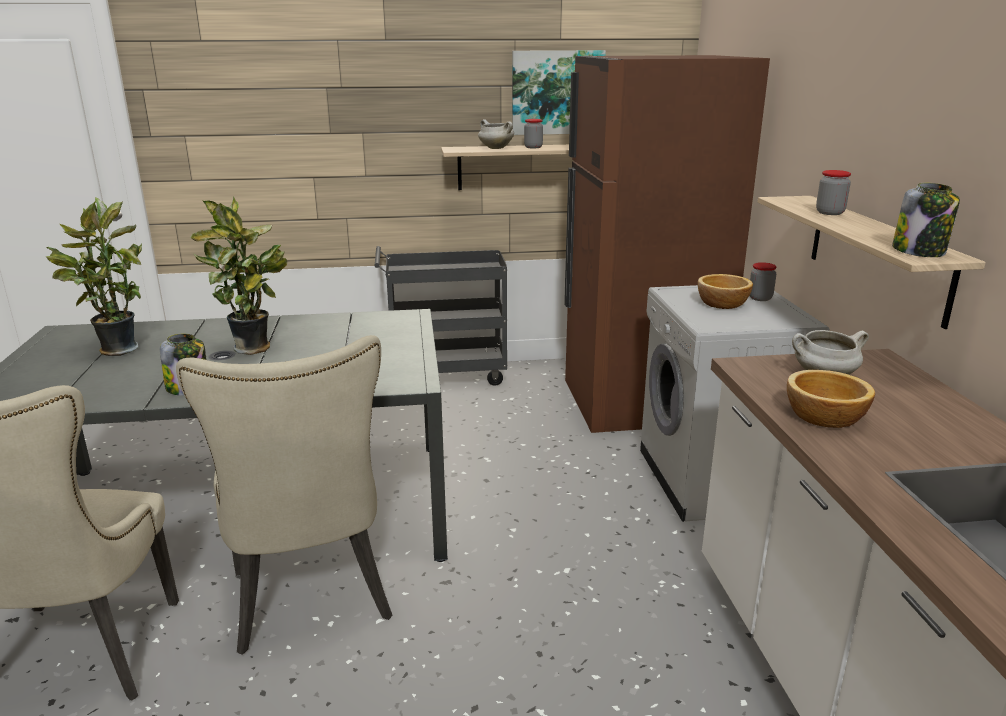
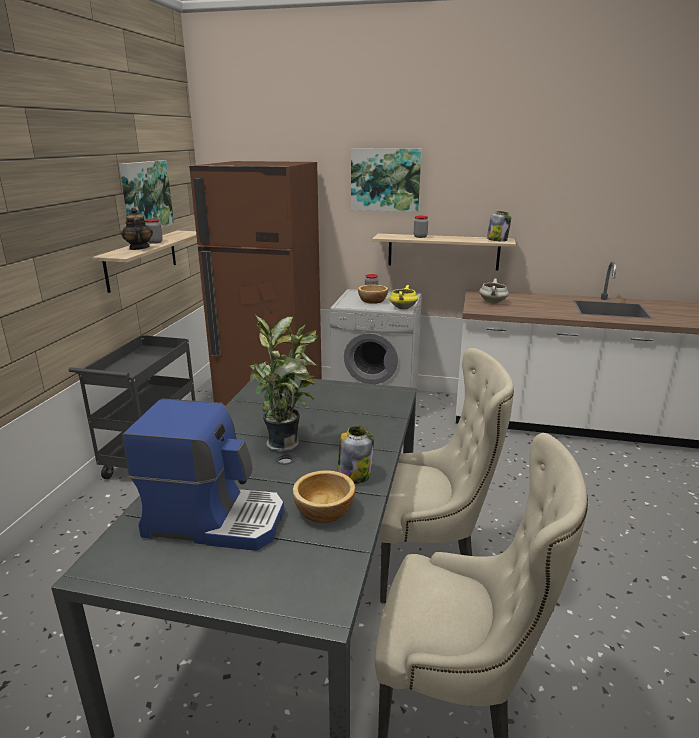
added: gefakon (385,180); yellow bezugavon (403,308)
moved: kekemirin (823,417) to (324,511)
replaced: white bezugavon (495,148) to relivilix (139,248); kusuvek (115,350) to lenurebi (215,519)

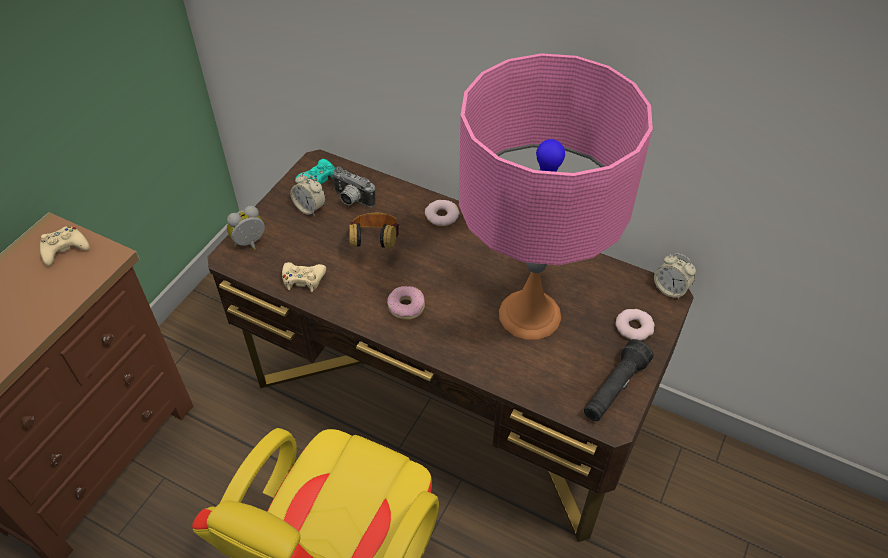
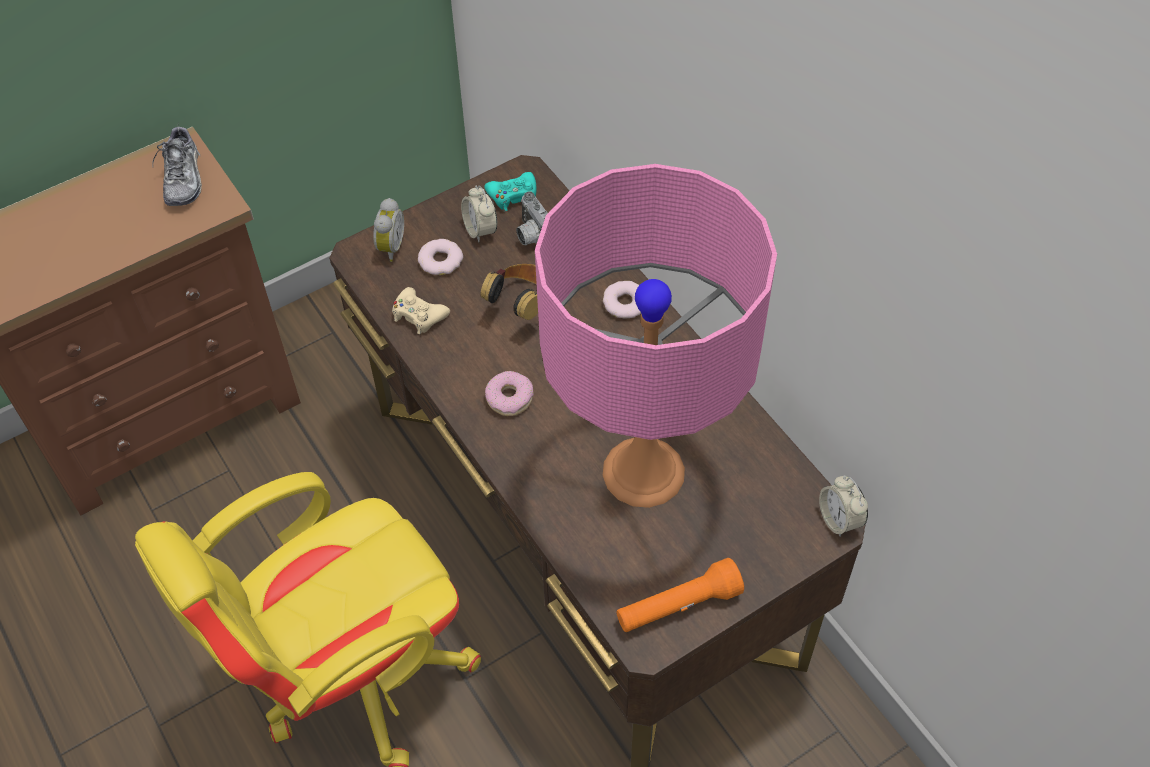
moved: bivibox (634,327) to (441,260)
replaced: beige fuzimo (65,249) to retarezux (184,178)
recoloured: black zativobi (614,389) to orange zativobi (678,606)
turned: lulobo (250,244) = (389,247) 105 degrees clockwise

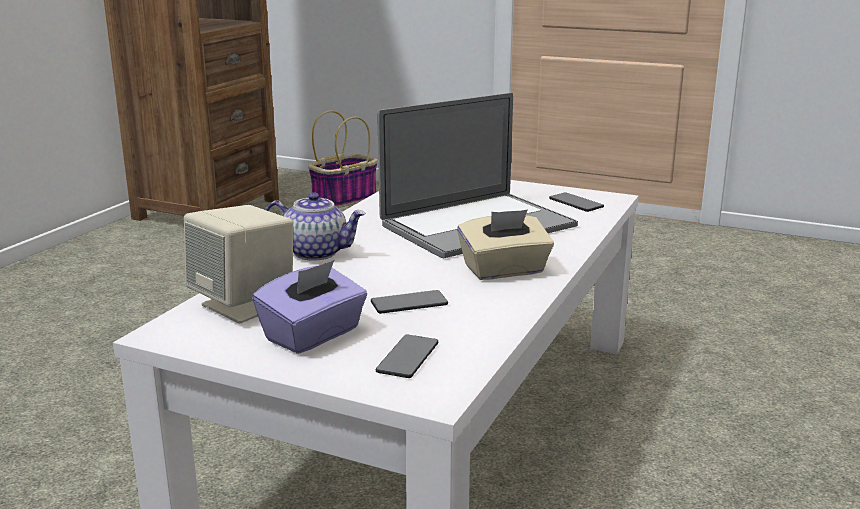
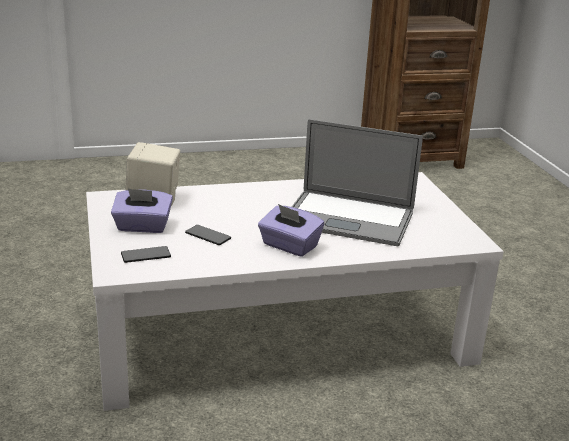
removed: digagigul (344,199); relivilix (316,252); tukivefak (576,203)
recoloured: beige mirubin (504,270) to purple mirubin (289,246)

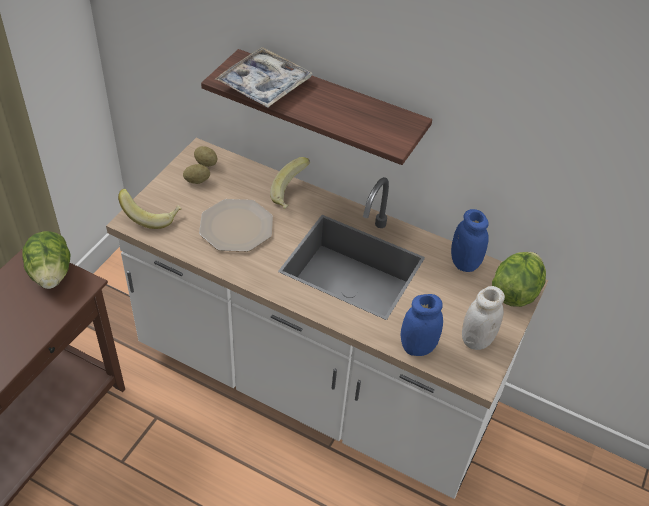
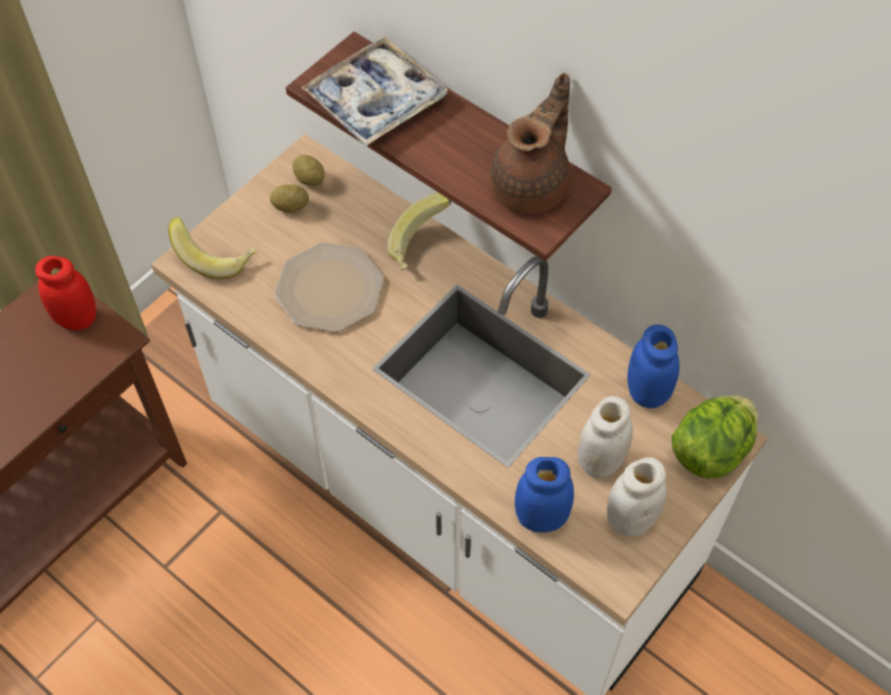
added: brown relivilix (532,186); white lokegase (600,461)
replaced: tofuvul (51,274) to red lokegase (77,319)

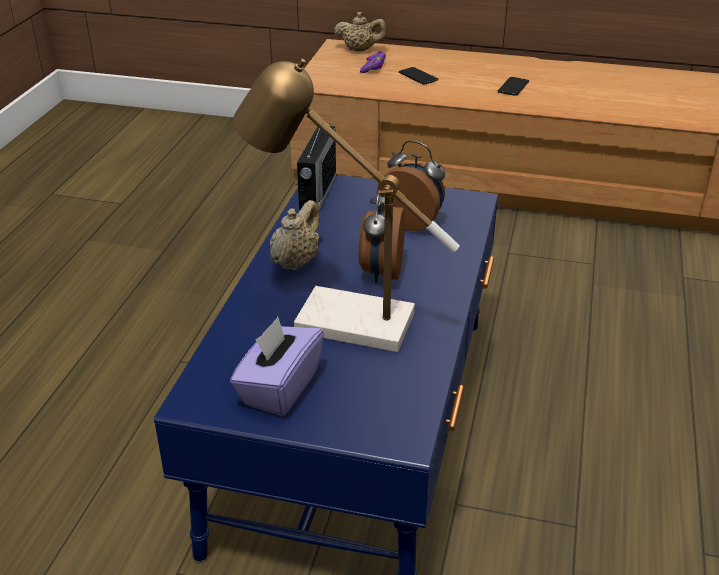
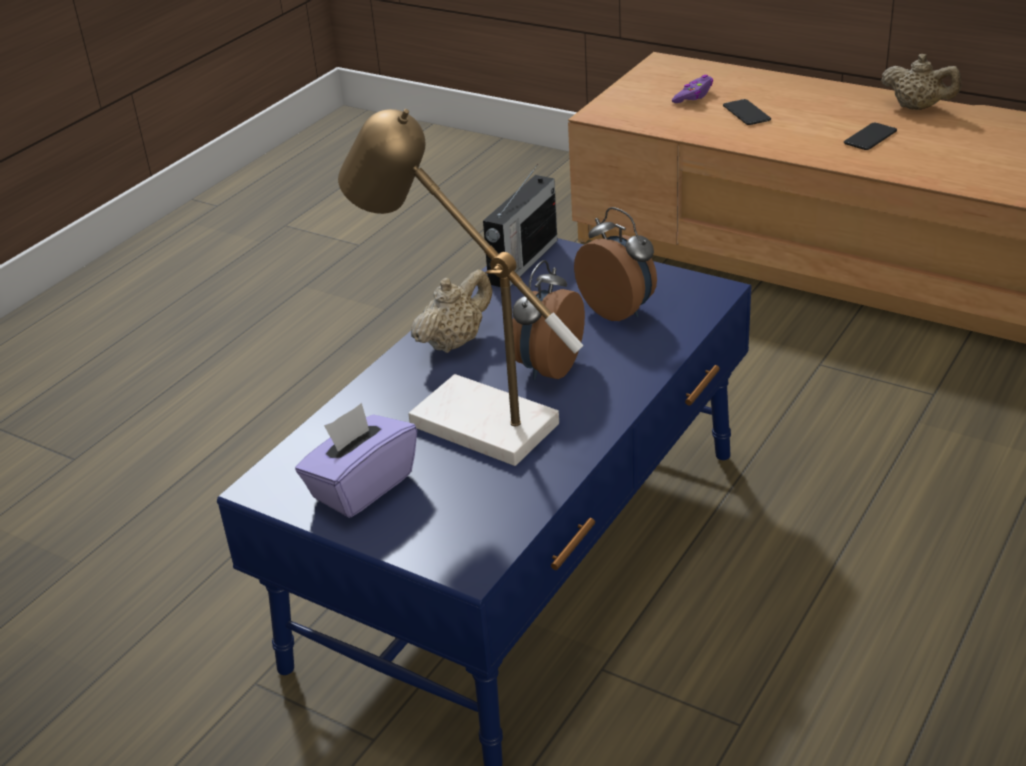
moved: beige relivilix (360,50) to (917,107)

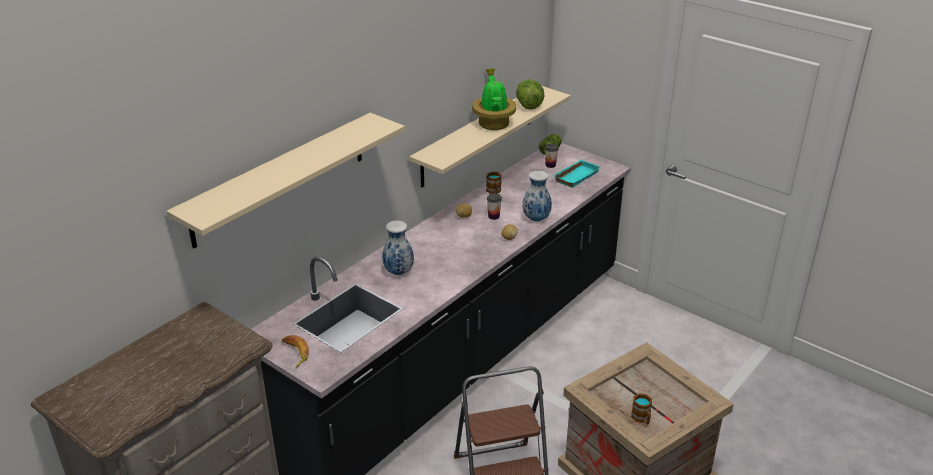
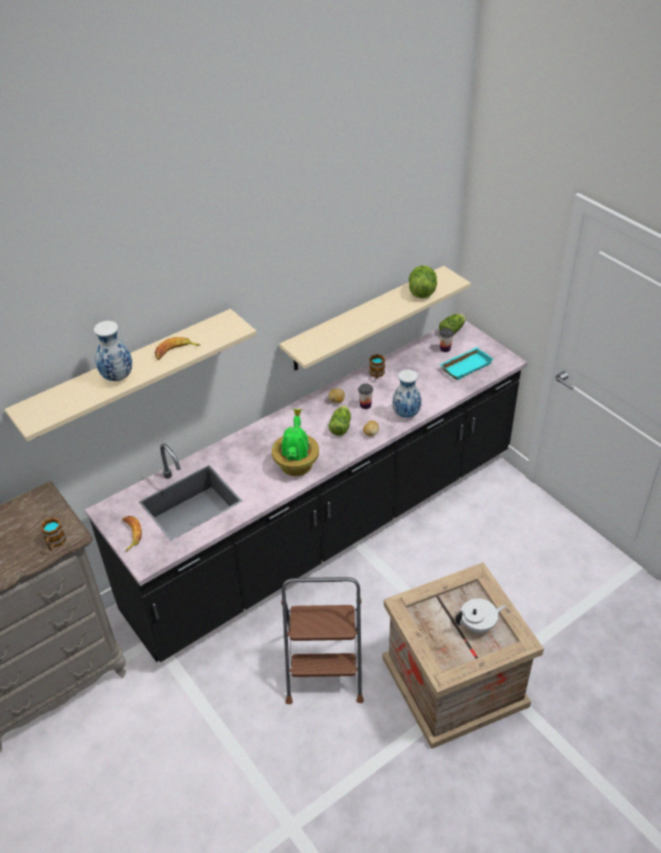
added: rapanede (175,351); tofuvul (341,426); white relivilix (478,625)
moved: kusuvek (493,123) to (296,464); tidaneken (398,272) to (117,377); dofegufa (642,418) to (54,543)

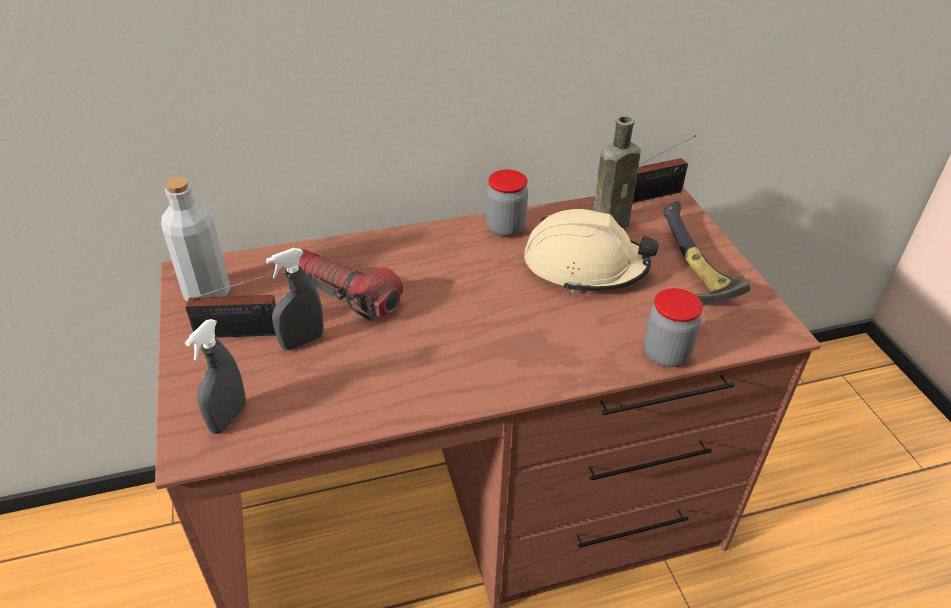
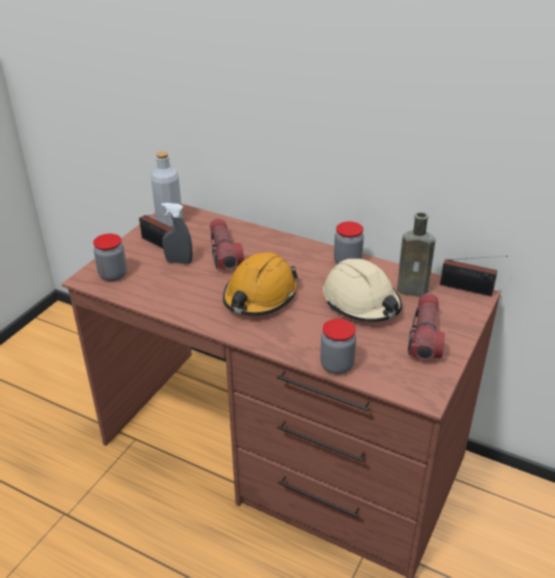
added: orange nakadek (260,296)
replaced: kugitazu (689,266) to zativobi (425,335); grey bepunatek (228,418) to lokegase (113,275)

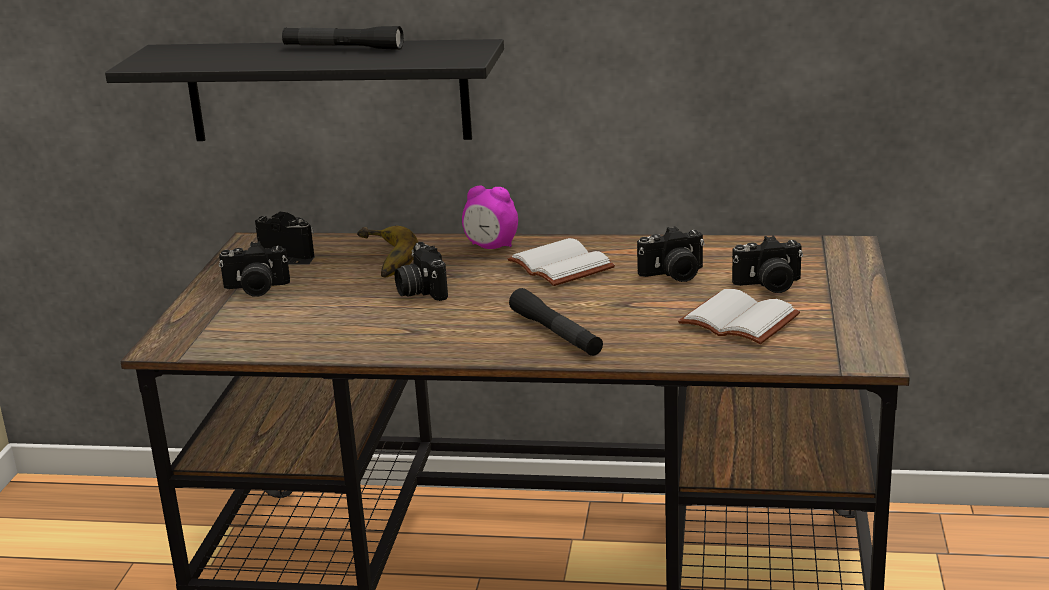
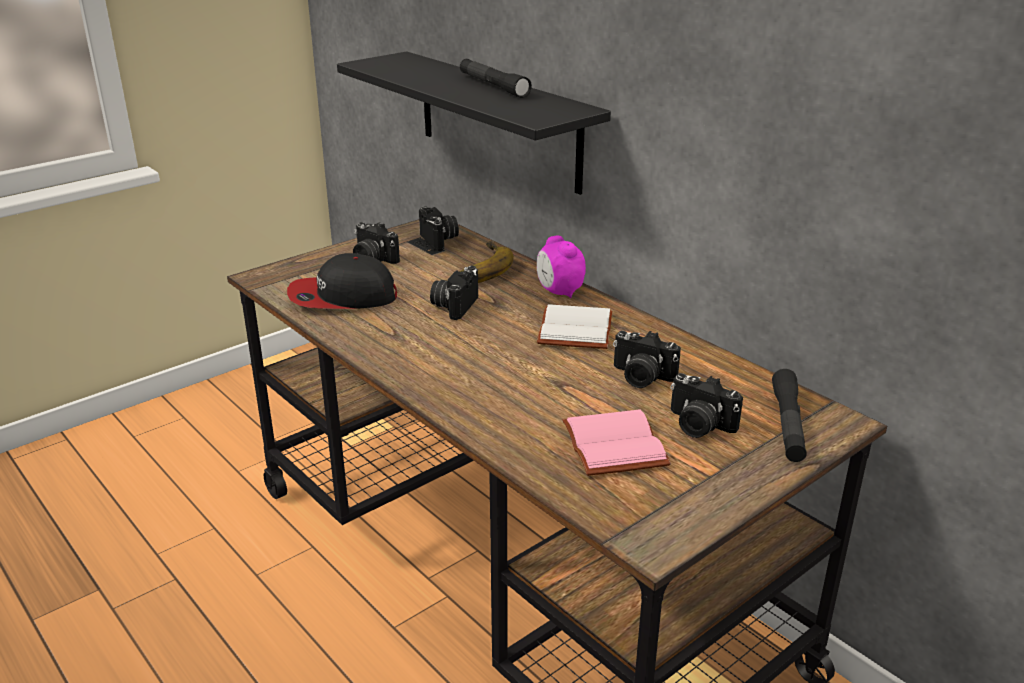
added: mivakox (342,297)
moved: black zativobi (556,333) to (788,424)
recoloured: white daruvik (736,321) to pink daruvik (611,444)

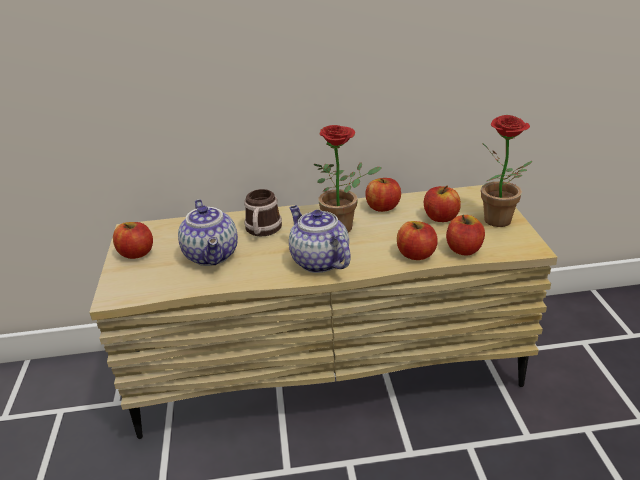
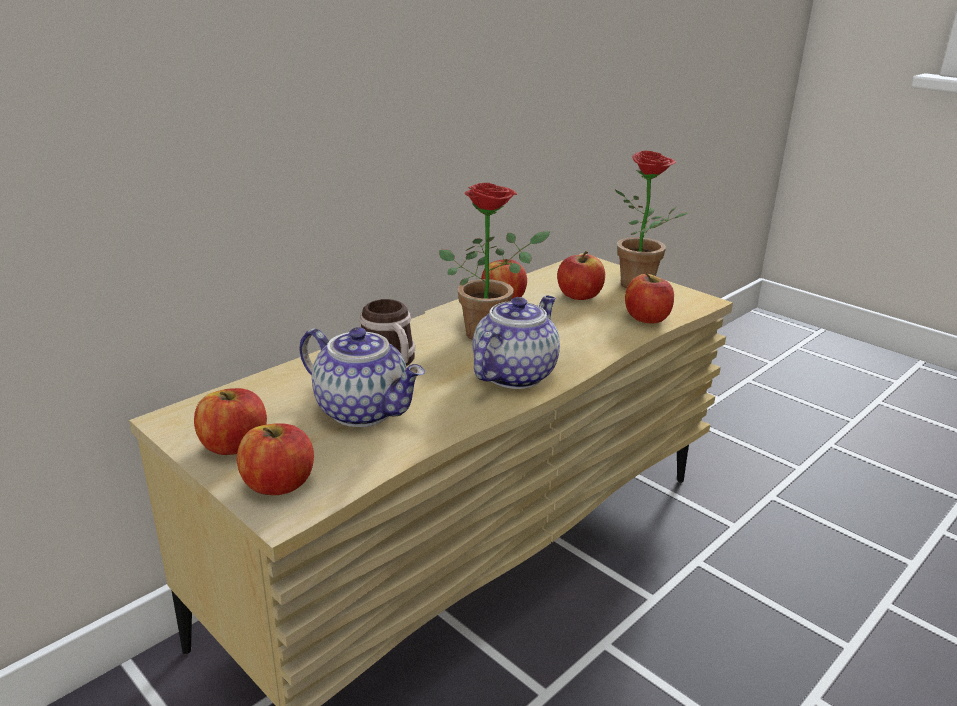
moved: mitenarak (416,254) to (278,484)
turned: relivilix (318,261) = (514,374) 105 degrees clockwise

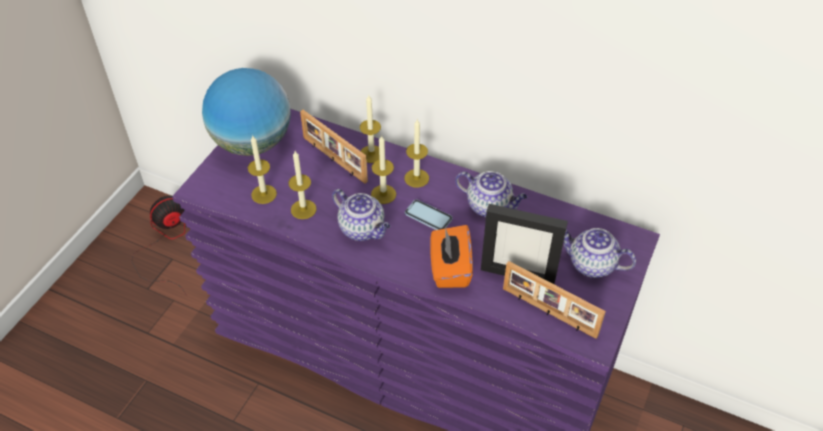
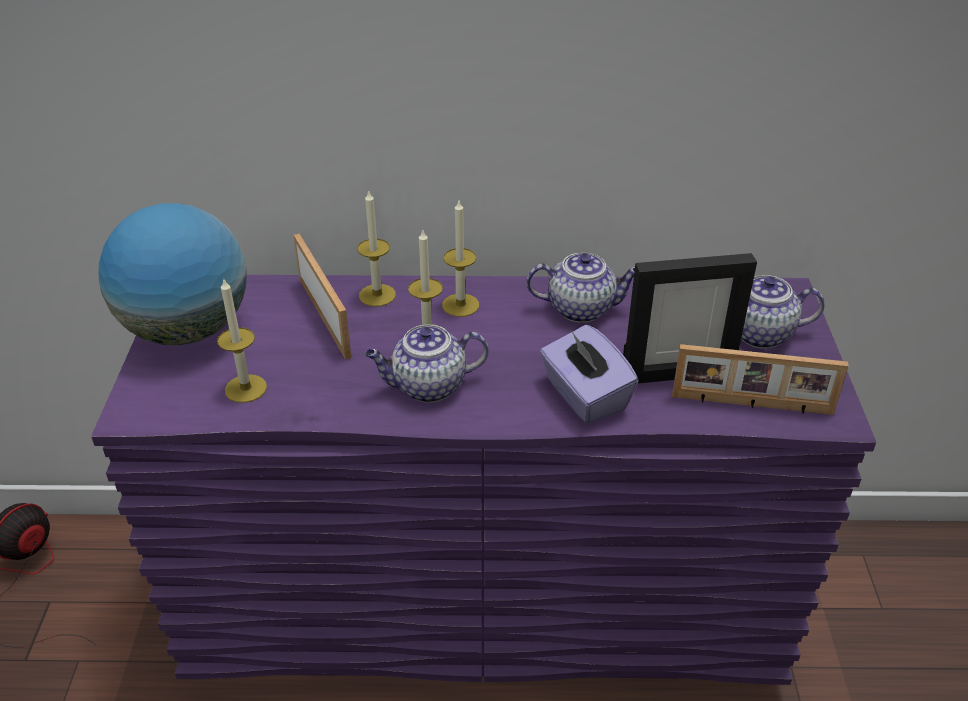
removed: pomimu (303,209); tukivefak (428,216)
recoloured: orange mirubin (450,269) to purple mirubin (584,396)
turned: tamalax (333,160) = (326,317) 135 degrees counterclockwise; relivilix (363,229) = (427,387) 150 degrees clockwise

